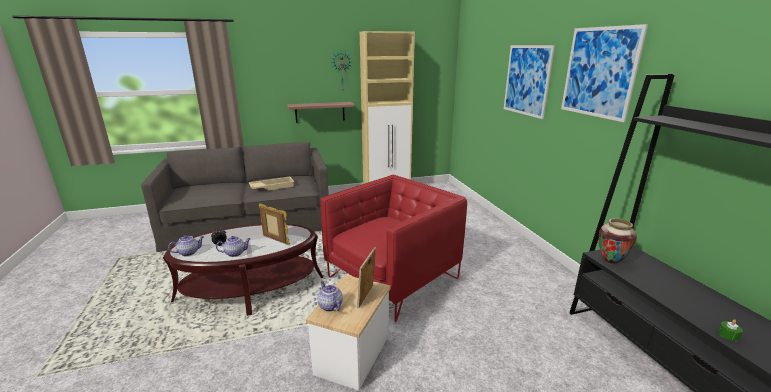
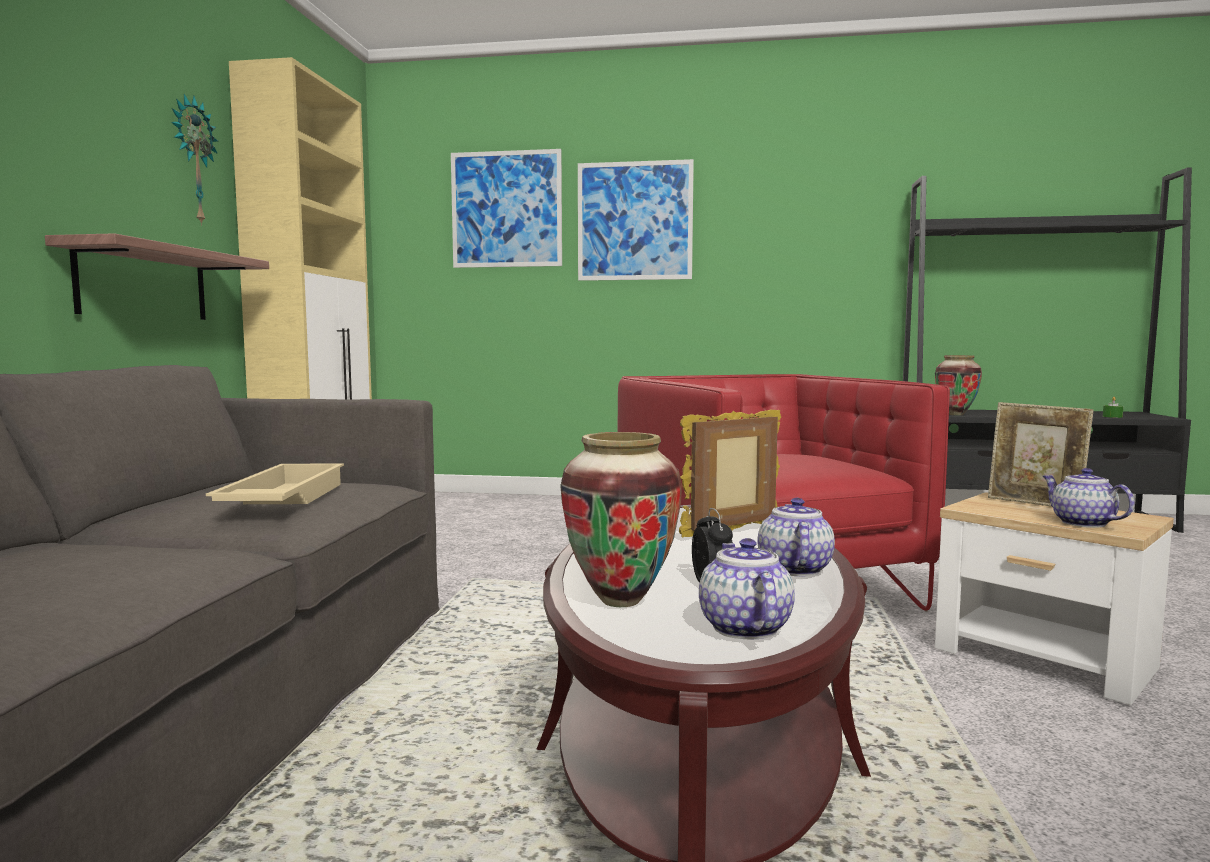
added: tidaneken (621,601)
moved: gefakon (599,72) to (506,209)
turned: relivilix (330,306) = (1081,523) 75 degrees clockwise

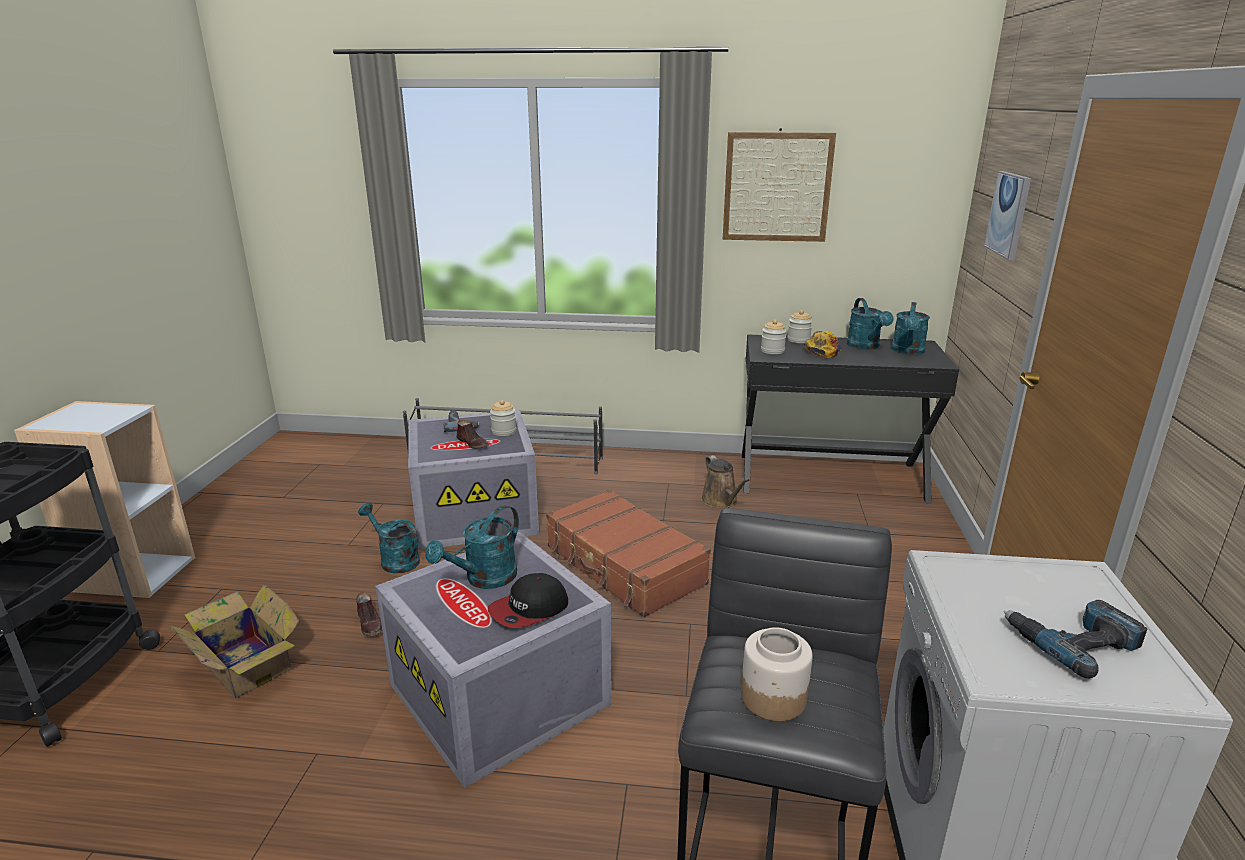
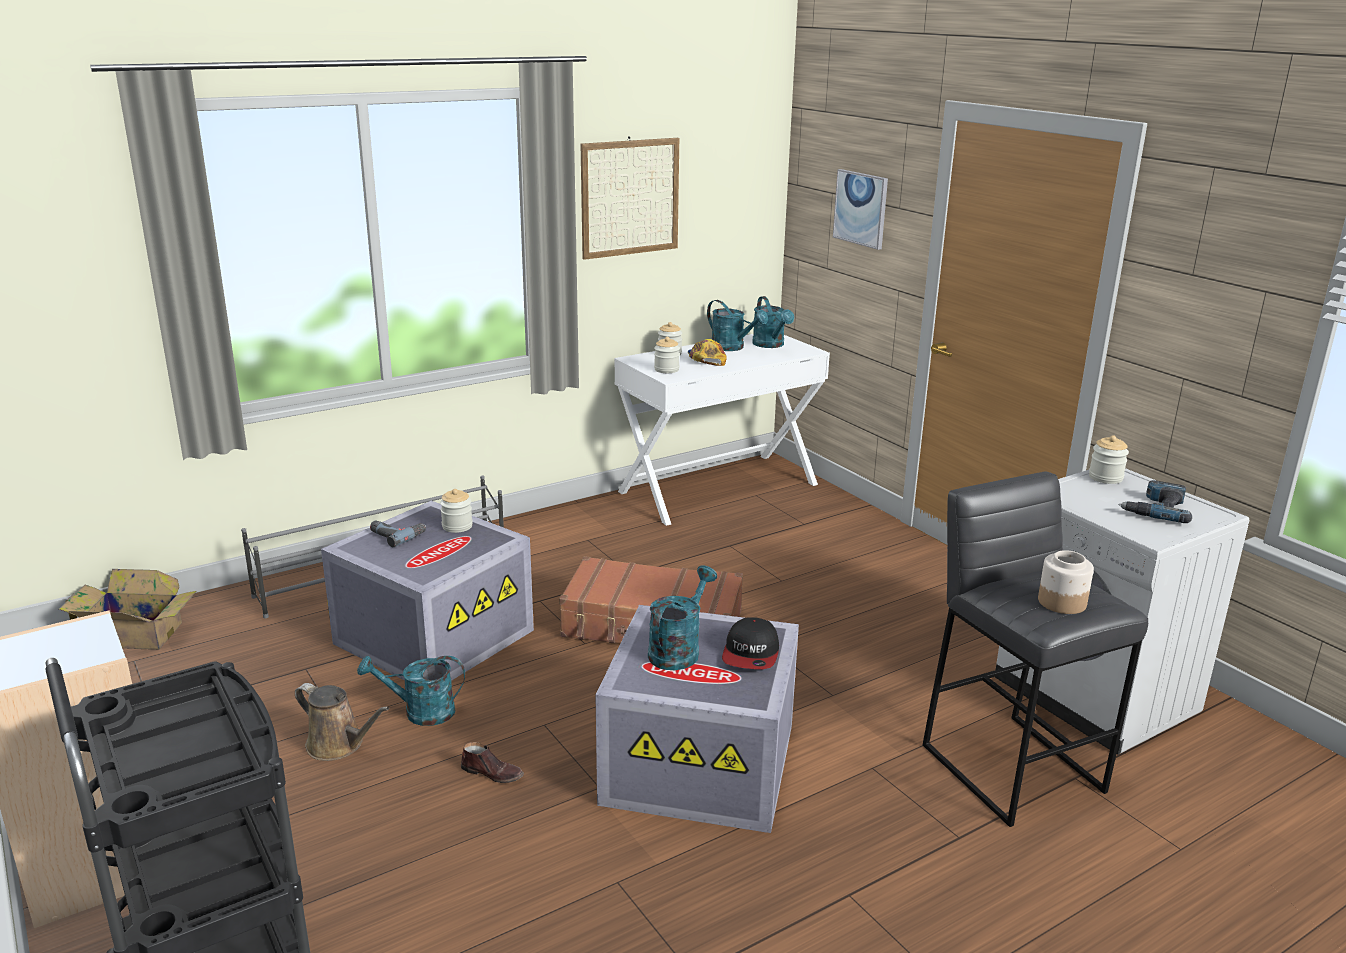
removed: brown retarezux (473,443)
added: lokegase (1105,477)
moved: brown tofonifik (721,501) to (339,745); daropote (245,663) to (132,634)
recoloured: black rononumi (830,477) to white rononumi (718,487)
turned: turquoise tofonifik (484,579) = (678,650) 150 degrees counterclockwise

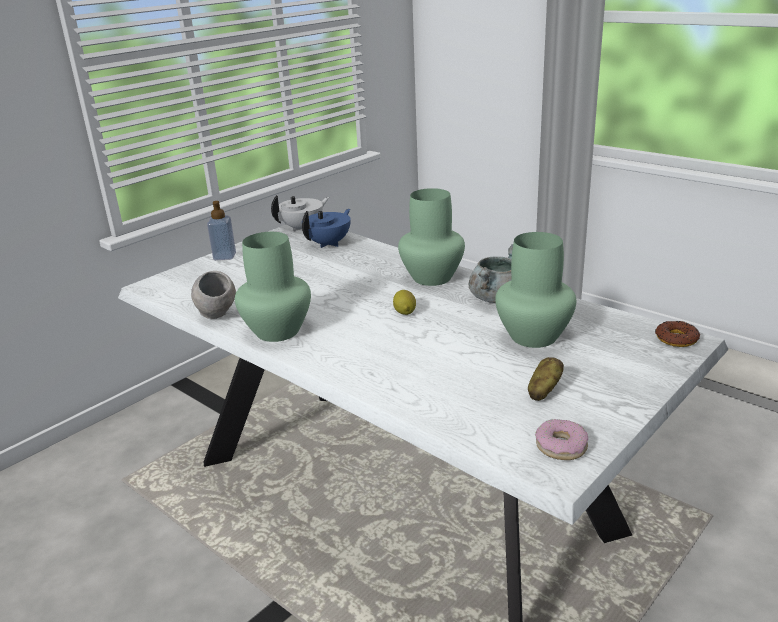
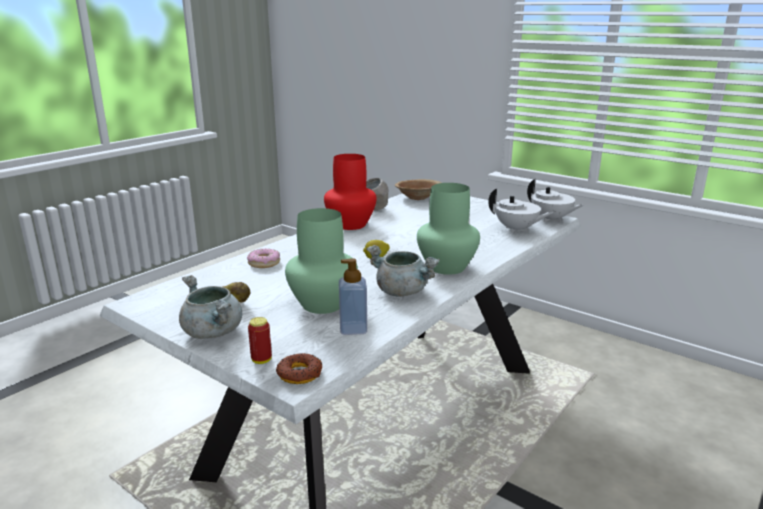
added: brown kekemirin (418,197); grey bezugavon (213,332); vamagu (261,360)
moved: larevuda (224,256) to (353,329); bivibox (561,446) to (264,263)
recoloured: blue relivilix (329,243) to white relivilix (516,229); green tidaneken (277,332) to red tidaneken (349,224)

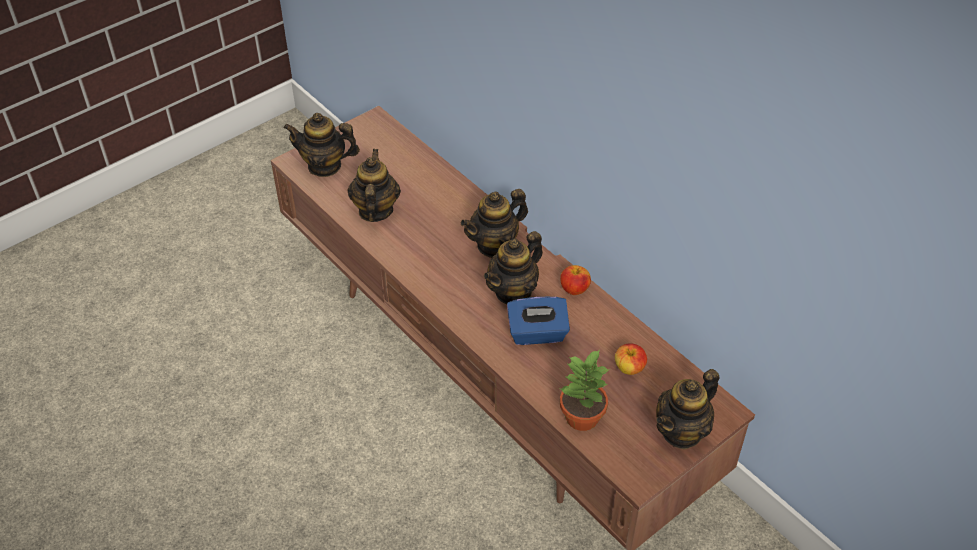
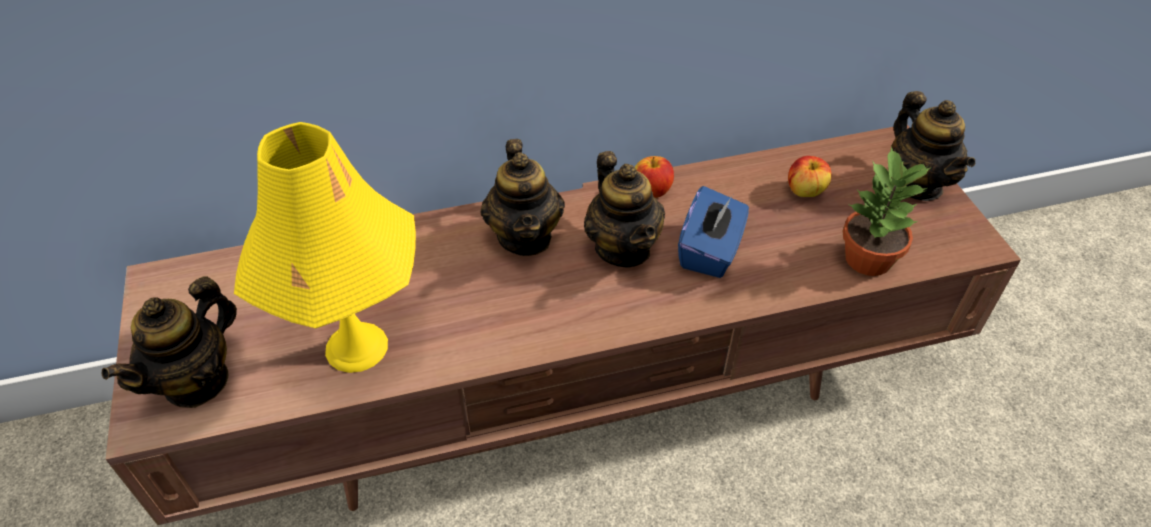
replaced: relivilix (375,210) to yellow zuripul (356,347)

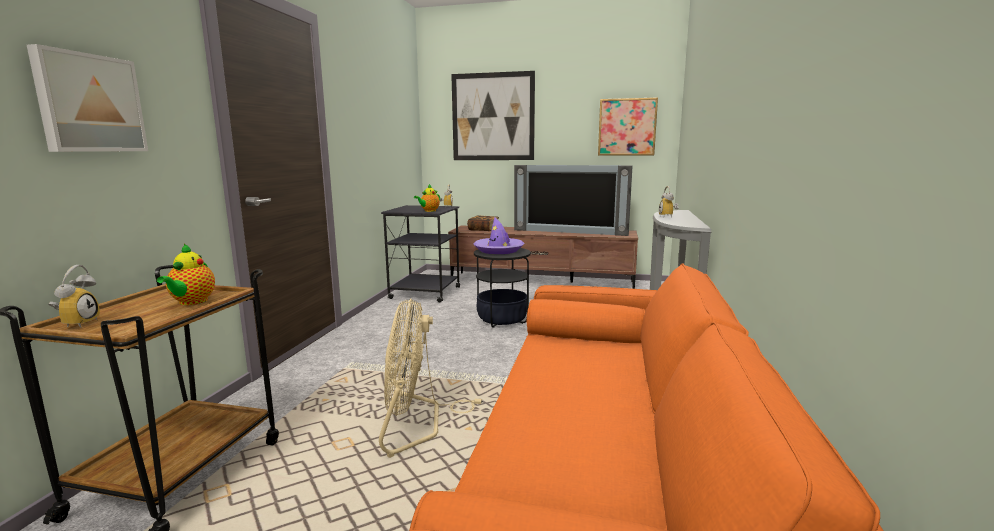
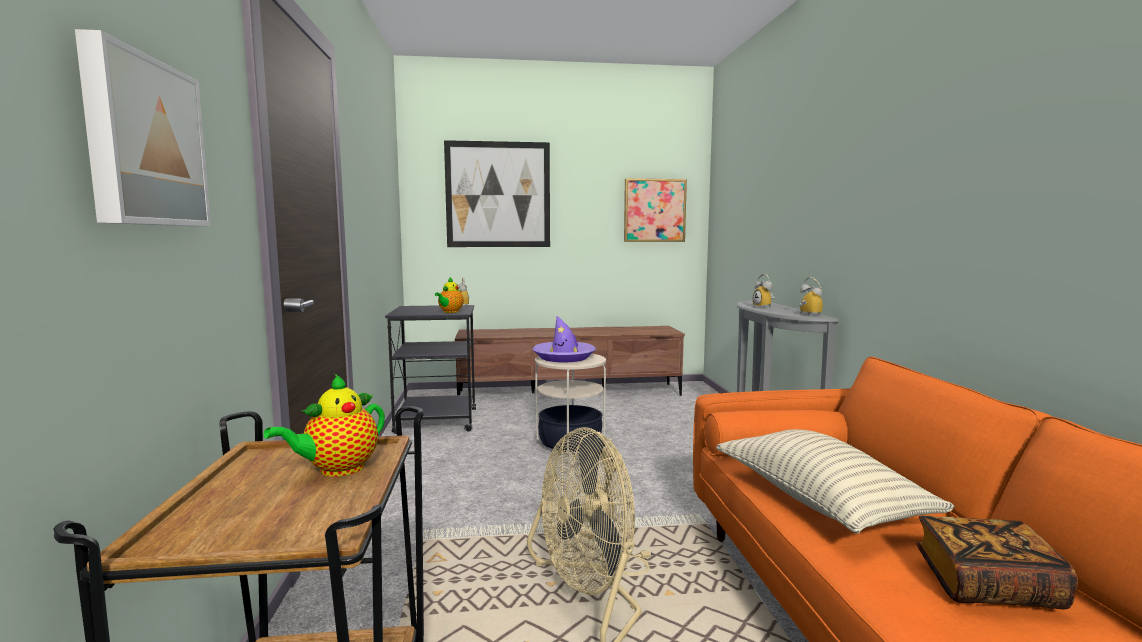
removed: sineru (570,231)
added: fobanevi (818,502)
moved: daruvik (483,229) to (987,585); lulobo (77,323) to (806,315)
recoloured: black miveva (502,320) to beige miveva (570,445)
turned: relivilix (191,302) = (337,470) 60 degrees clockwise

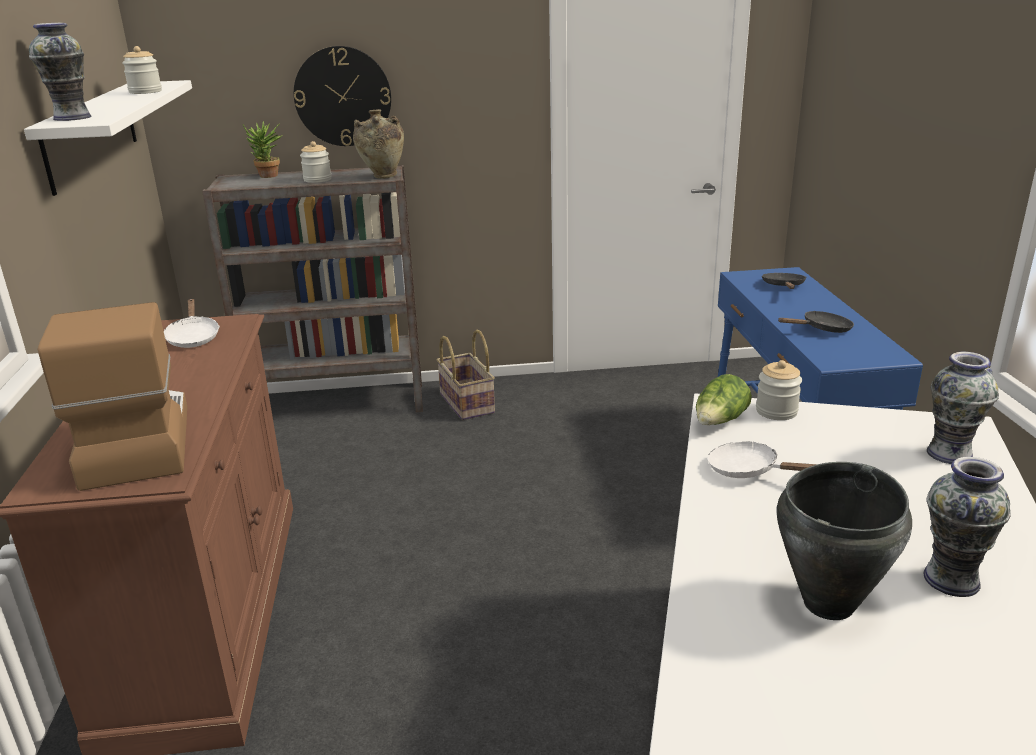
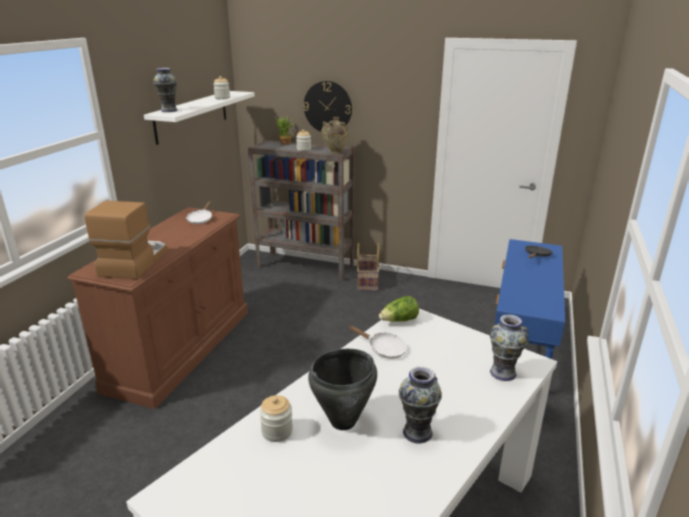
removed: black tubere (822,329)
moved: lokegase (776,411) to (277,431)
turned: white tubere (749,471) = (383,349) 150 degrees clockwise

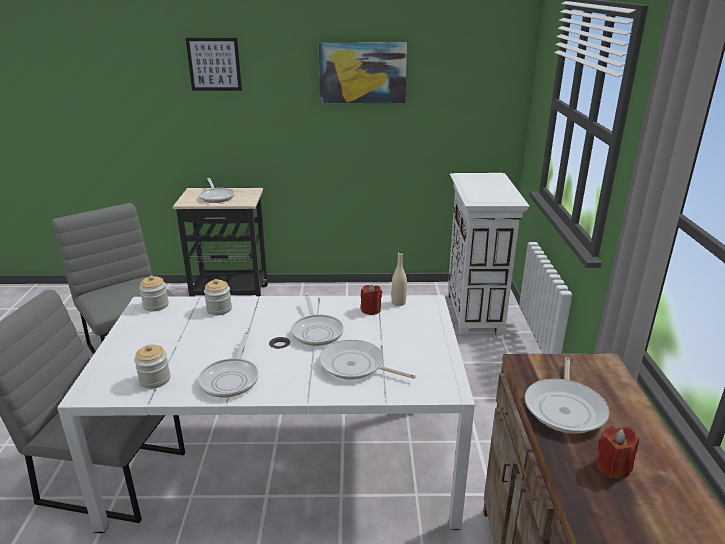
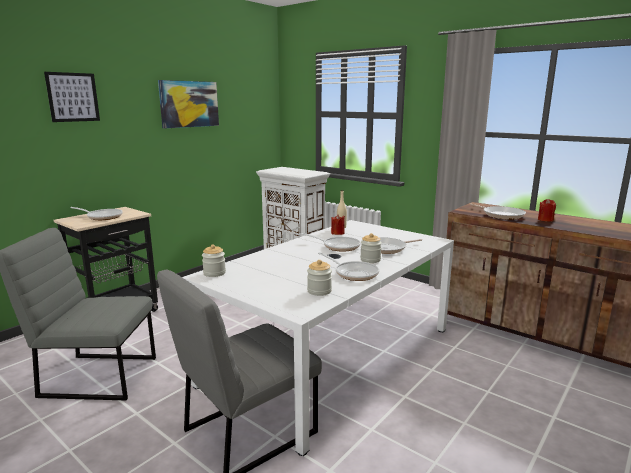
moved: lokegase (219,309) to (370,260)

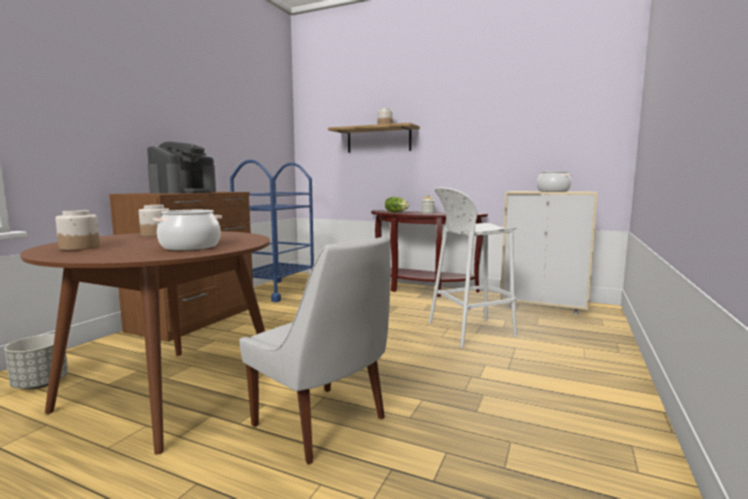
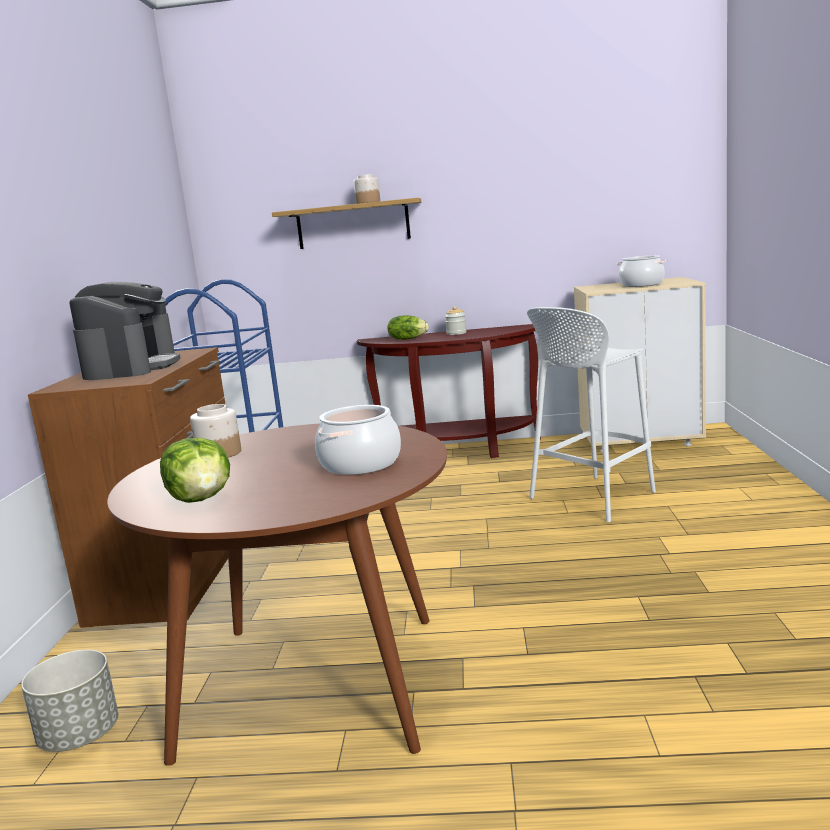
removed: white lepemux (323,423)
replaced: lokegase (80,247) to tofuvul (201,499)

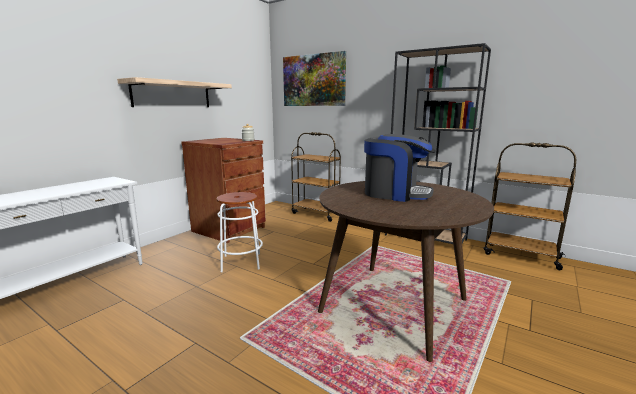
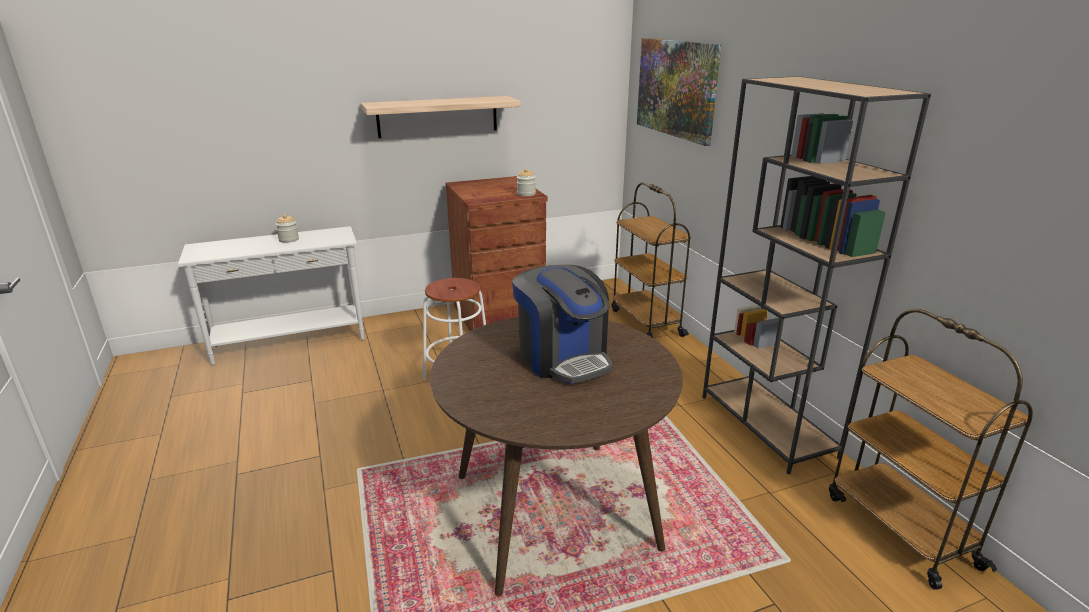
added: lokegase (289,239)

